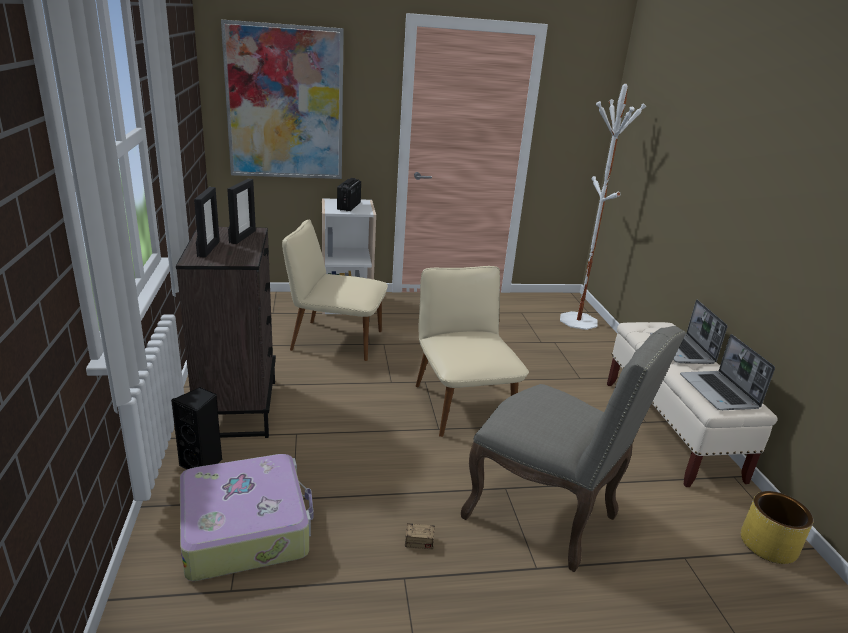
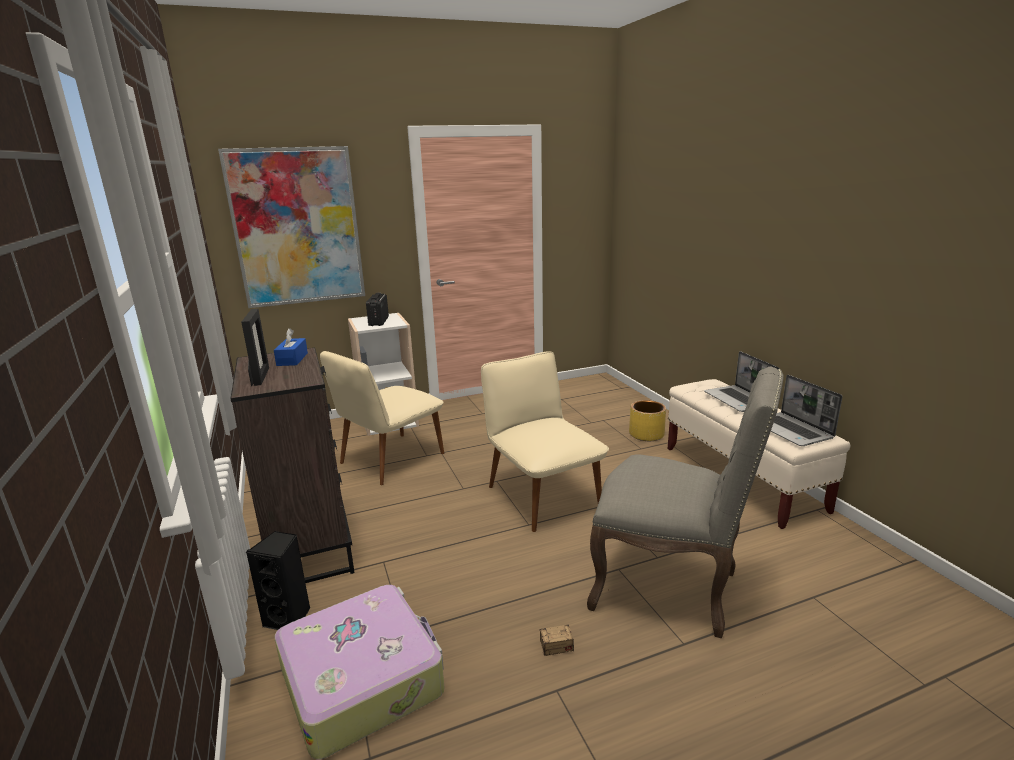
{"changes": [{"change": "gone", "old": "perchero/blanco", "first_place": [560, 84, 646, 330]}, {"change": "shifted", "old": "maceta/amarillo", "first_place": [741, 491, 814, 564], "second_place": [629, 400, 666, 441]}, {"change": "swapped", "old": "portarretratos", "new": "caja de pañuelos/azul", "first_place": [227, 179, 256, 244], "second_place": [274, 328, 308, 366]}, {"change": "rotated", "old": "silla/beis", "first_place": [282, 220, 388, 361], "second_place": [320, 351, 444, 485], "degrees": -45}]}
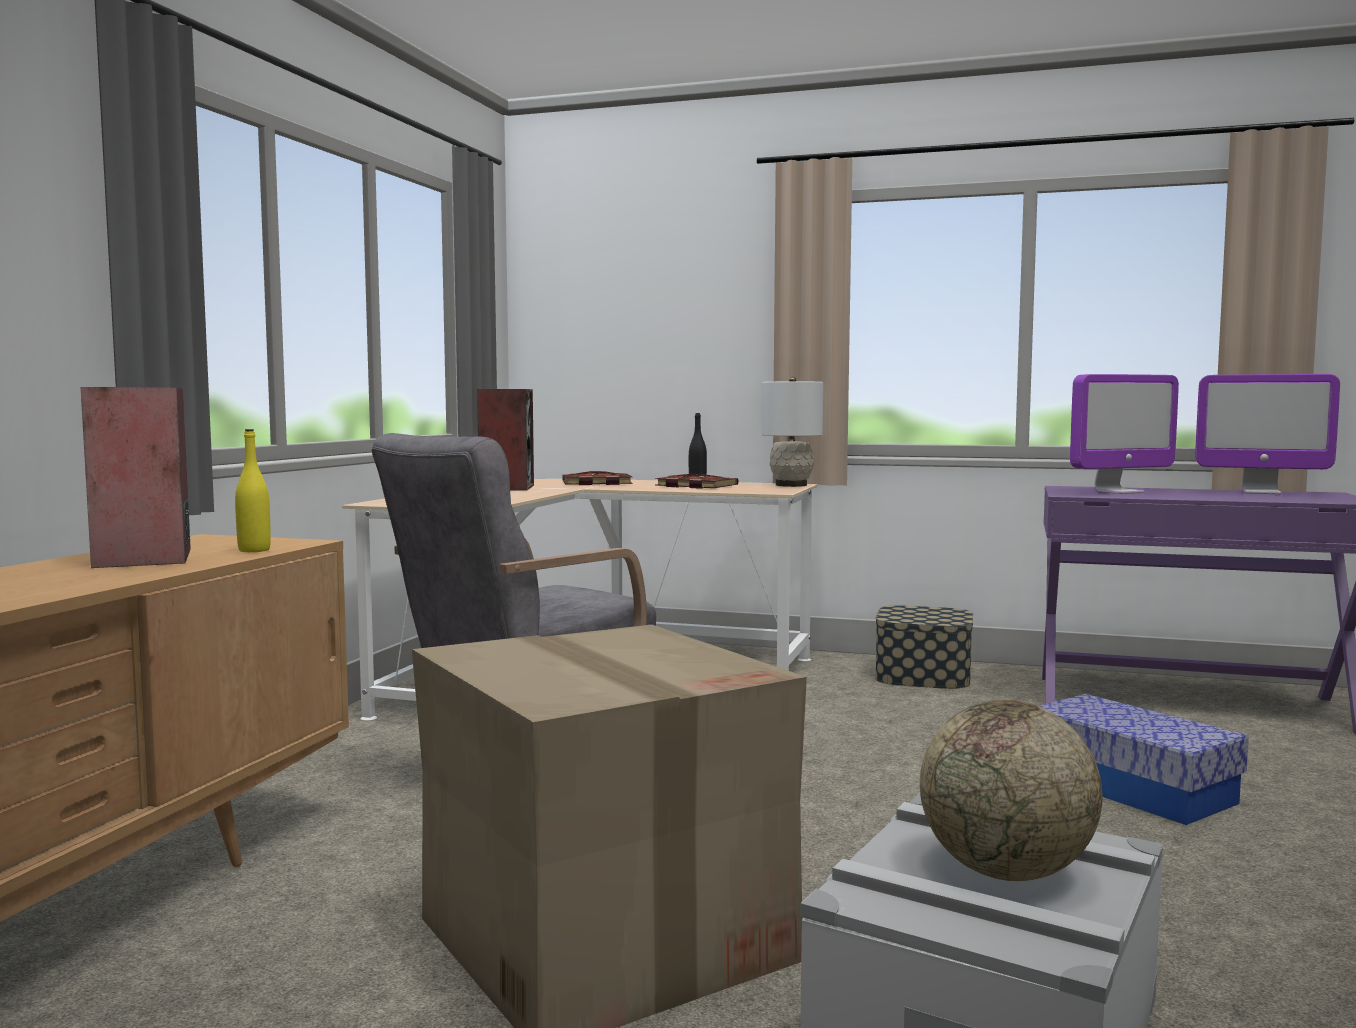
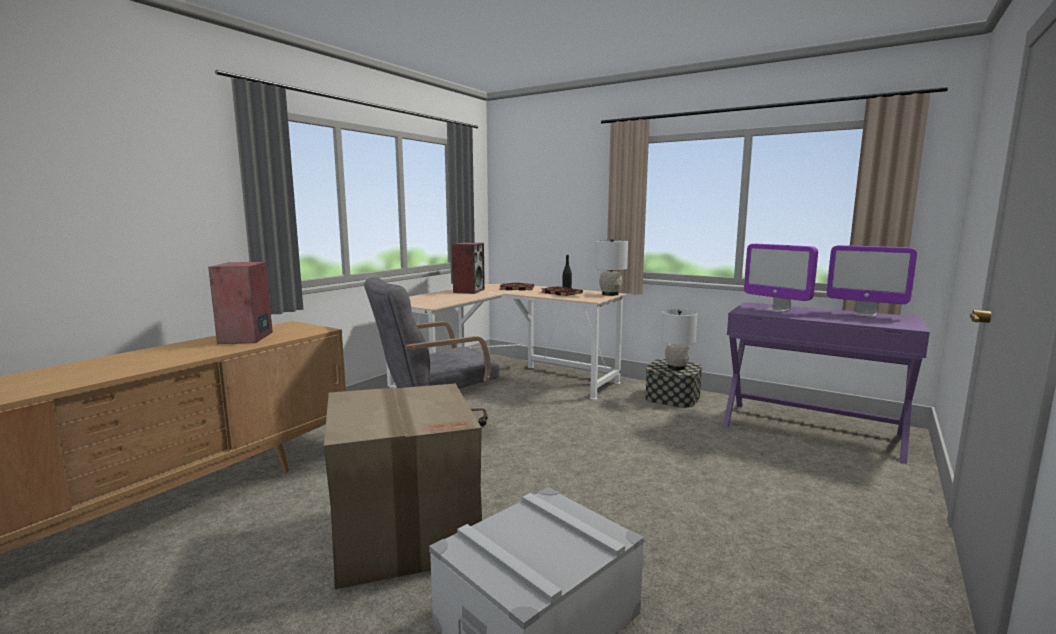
{"changes": [{"change": "gone", "old": "botella/amarillo", "first_place": [235, 429, 271, 552]}, {"change": "gone", "old": "globo terráqueo", "first_place": [920, 700, 1103, 881]}, {"change": "gone", "old": "caja de almacenaje", "first_place": [1039, 694, 1249, 825]}, {"change": "new", "new": "lámpara de mesa/blanco", "second_place": [661, 309, 697, 370]}, {"change": "rotated", "old": "monitor", "first_place": [1070, 374, 1179, 494], "second_place": [744, 244, 818, 313], "degrees": 60}]}
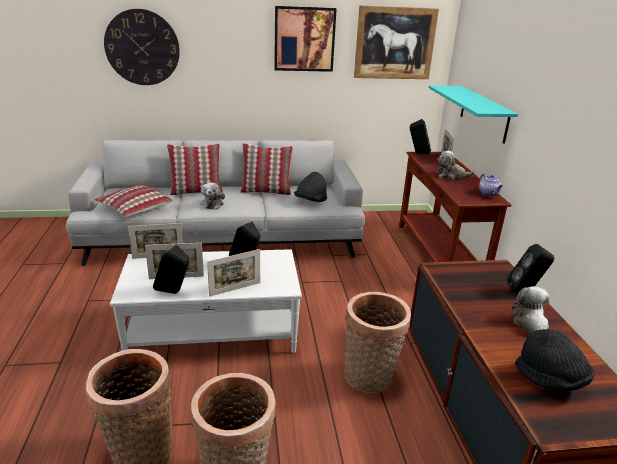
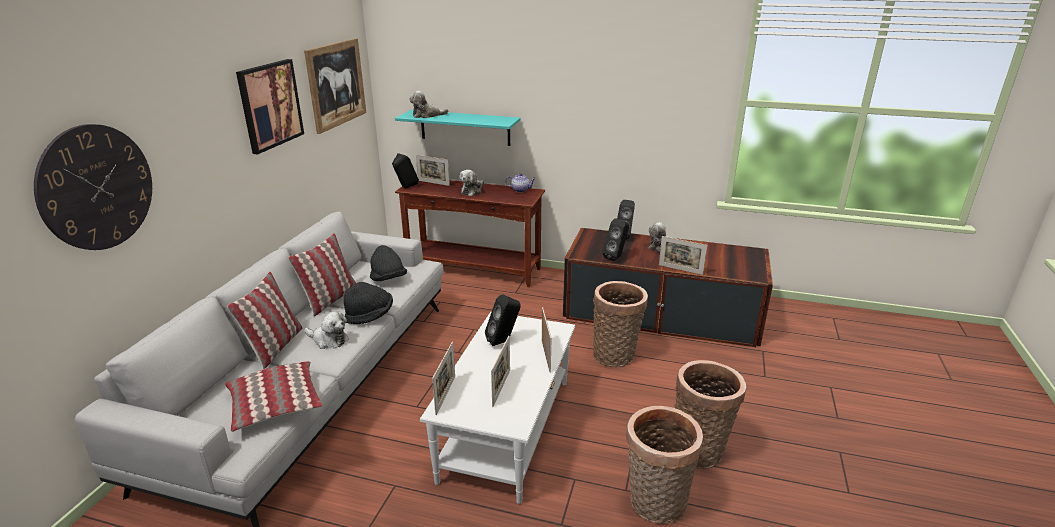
{"changes": [{"change": "new", "new": "peluche", "second_place": [409, 91, 448, 118]}, {"change": "new", "new": "portarretratos", "second_place": [659, 236, 707, 275]}, {"change": "shifted", "old": "altavoz/negro", "first_place": [153, 245, 189, 294], "second_place": [602, 218, 629, 261]}, {"change": "shifted", "old": "sombrero/negro", "first_place": [515, 329, 594, 391], "second_place": [344, 282, 393, 324]}]}
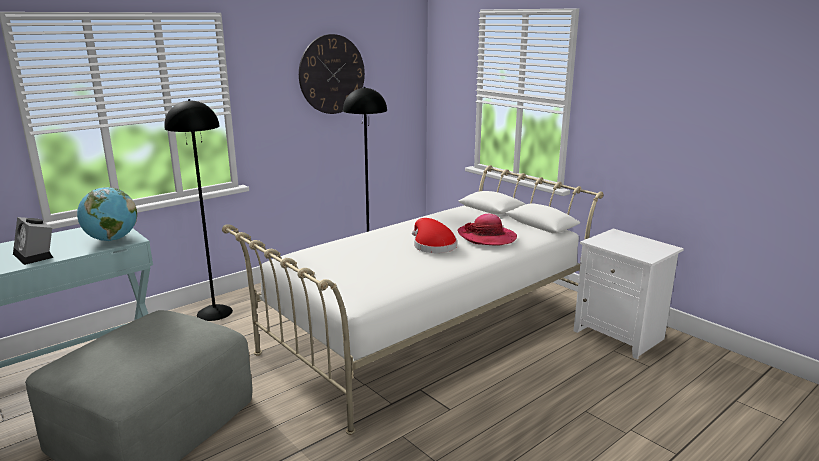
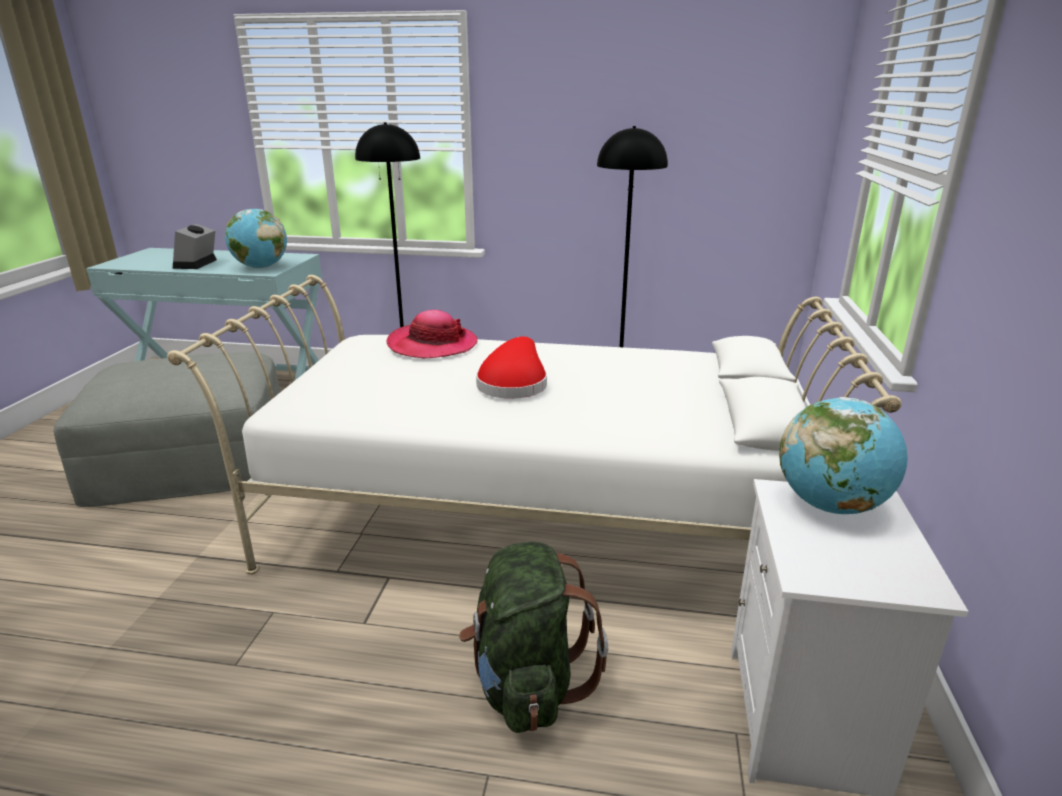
{"changes": [{"change": "gone", "old": "reloj de pared", "first_place": [299, 34, 365, 114]}, {"change": "new", "new": "mochila/verde", "second_place": [459, 542, 608, 733]}, {"change": "new", "new": "globo terráqueo", "second_place": [779, 397, 908, 514]}, {"change": "shifted", "old": "sombrero", "first_place": [457, 214, 517, 245], "second_place": [386, 310, 478, 358]}]}
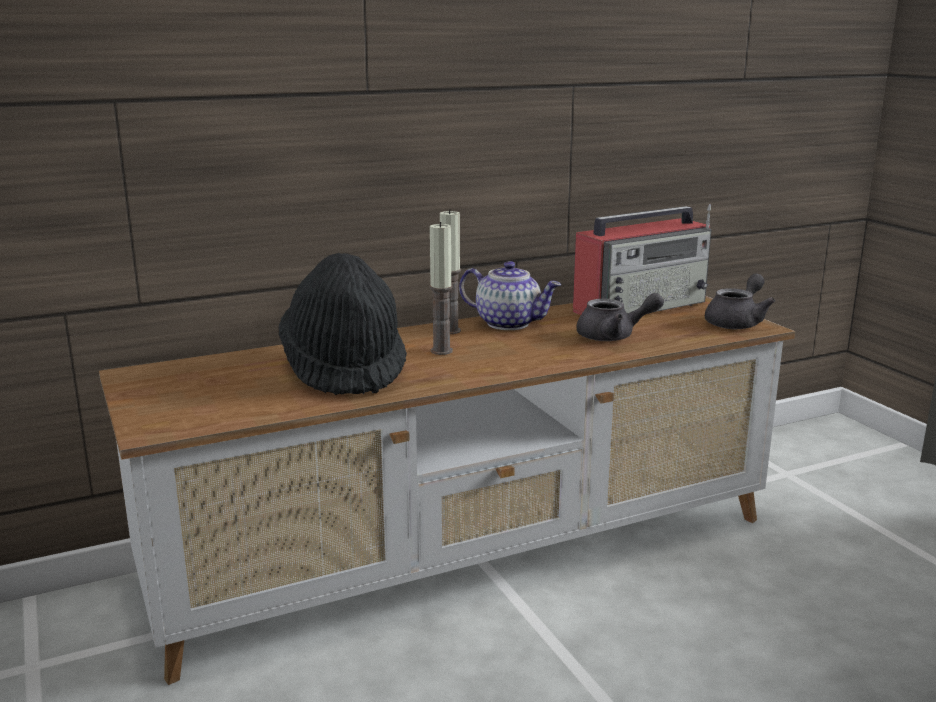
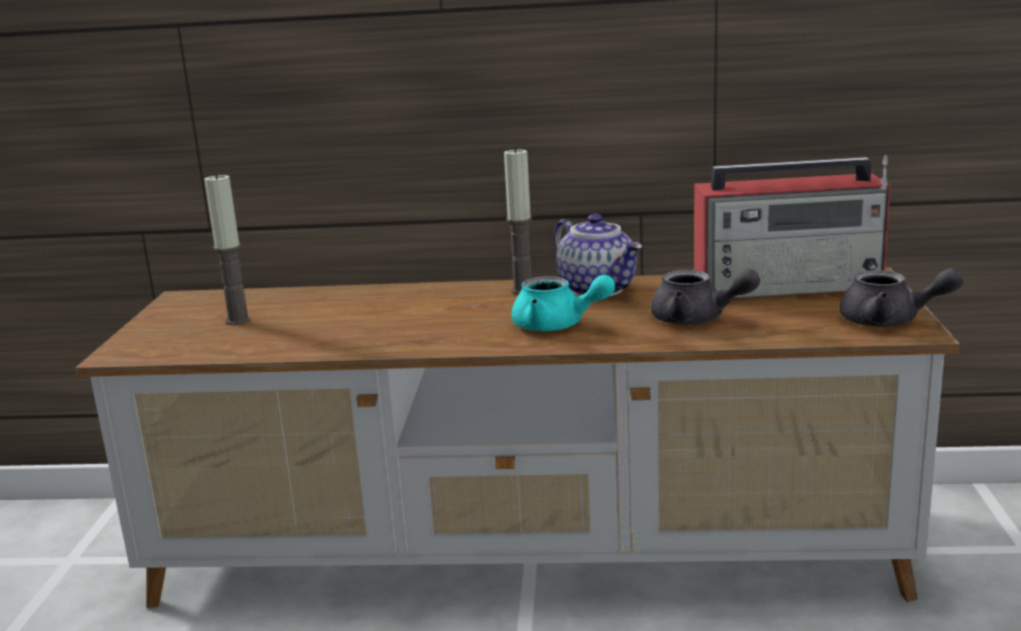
{"changes": [{"change": "gone", "old": "sombrero/negro", "first_place": [278, 253, 407, 395]}, {"change": "new", "new": "tetera/turquesa", "second_place": [512, 275, 615, 331]}, {"change": "shifted", "old": "vela", "first_place": [429, 222, 453, 355], "second_place": [204, 173, 251, 325]}, {"change": "rotated", "old": "tetera/gris", "first_place": [705, 273, 775, 329], "second_place": [839, 268, 963, 327], "degrees": 45}]}
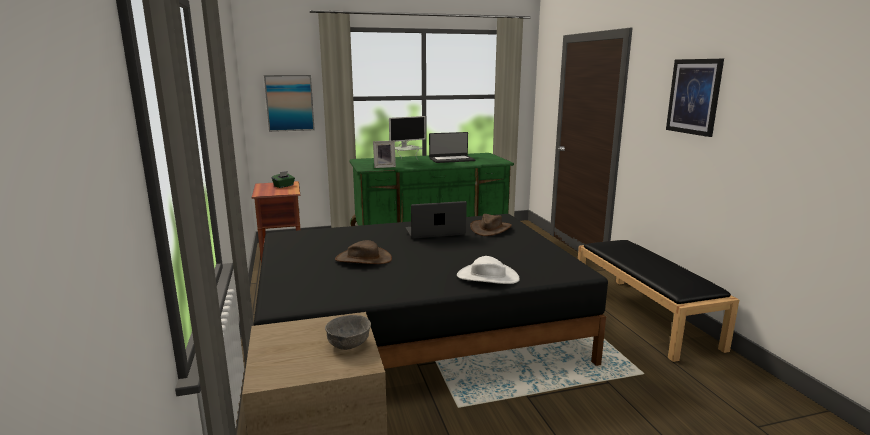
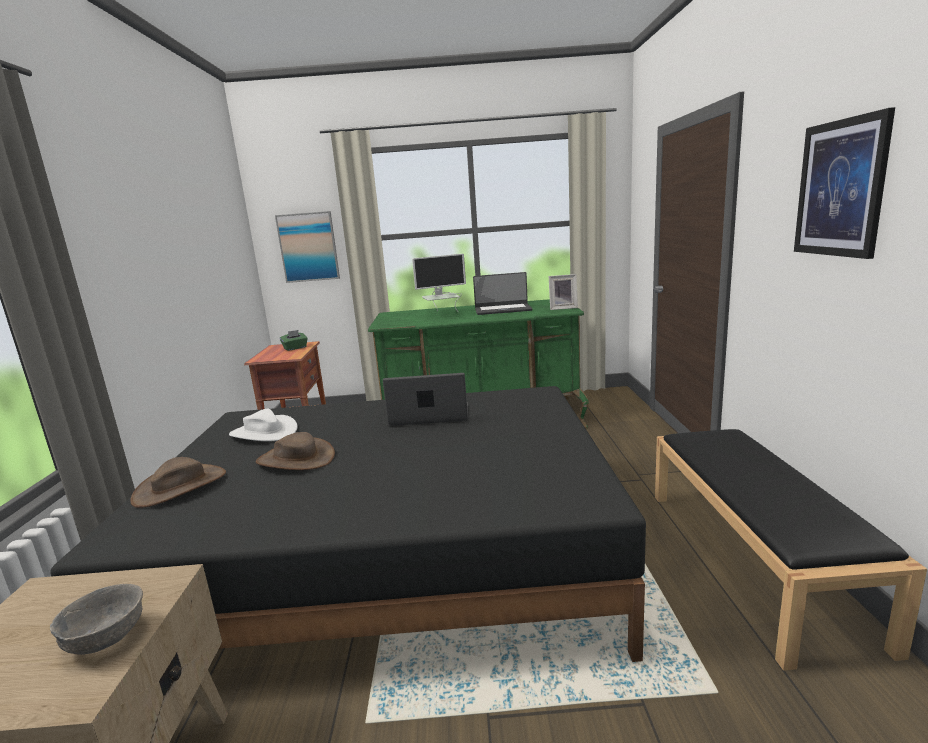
{"changes": [{"change": "shifted", "old": "portarretratos", "first_place": [373, 141, 396, 168], "second_place": [549, 274, 578, 310]}, {"change": "shifted", "old": "sombrero/blanco", "first_place": [457, 256, 520, 284], "second_place": [229, 408, 298, 441]}, {"change": "shifted", "old": "sombrero/marrón", "first_place": [470, 214, 512, 236], "second_place": [130, 457, 226, 508]}]}
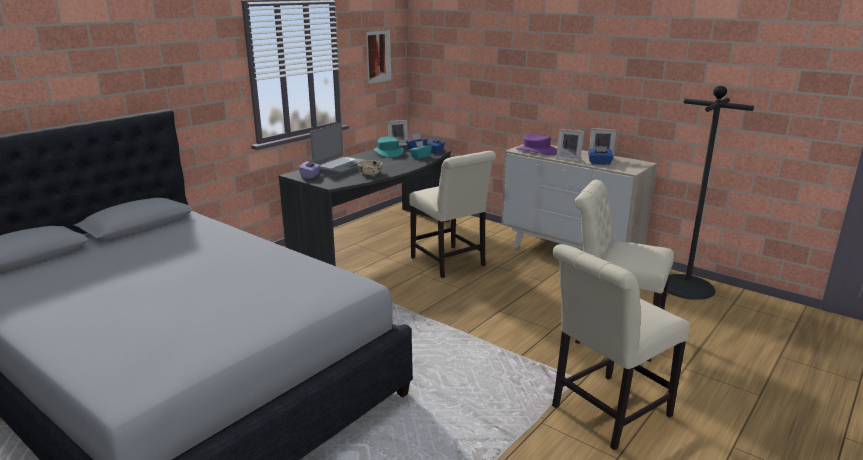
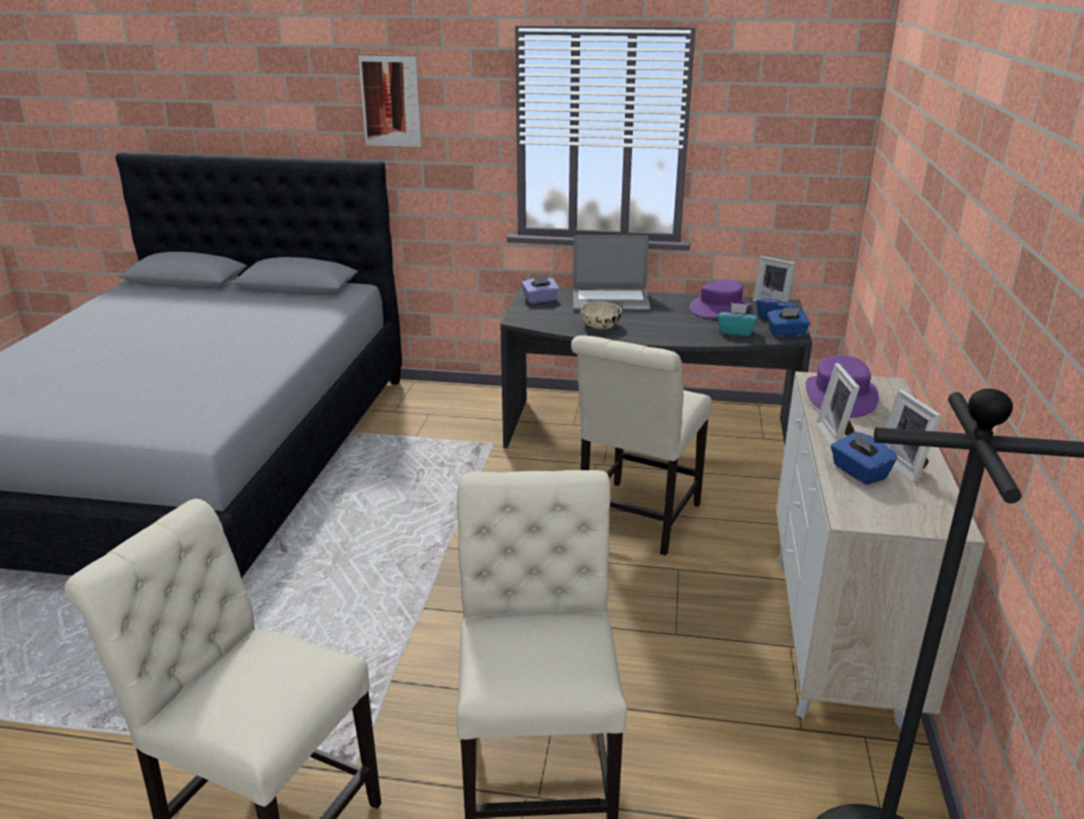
{"changes": [{"change": "shifted", "old": "cuadro", "first_place": [366, 29, 392, 85], "second_place": [358, 53, 421, 149]}, {"change": "repainted", "old": "sombrero/turquesa", "new": "sombrero/morado", "first_place": [374, 137, 404, 157], "second_place": [690, 280, 752, 318]}]}
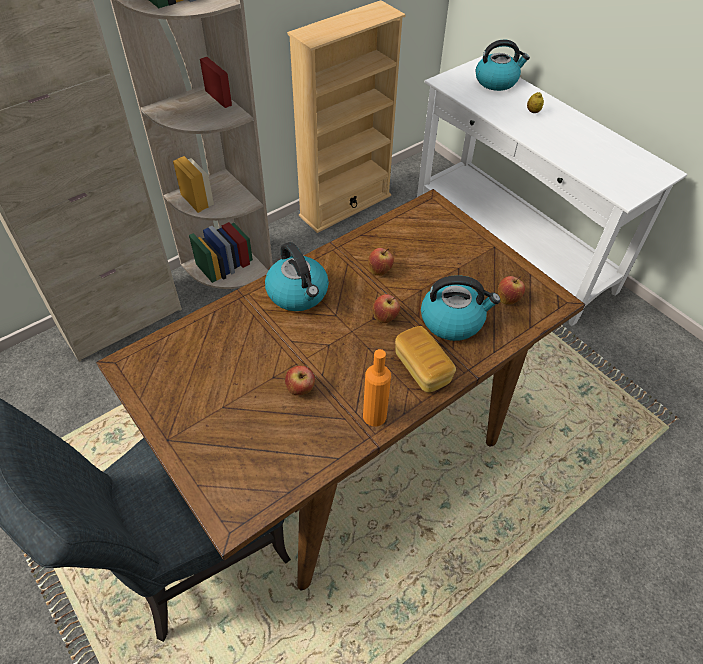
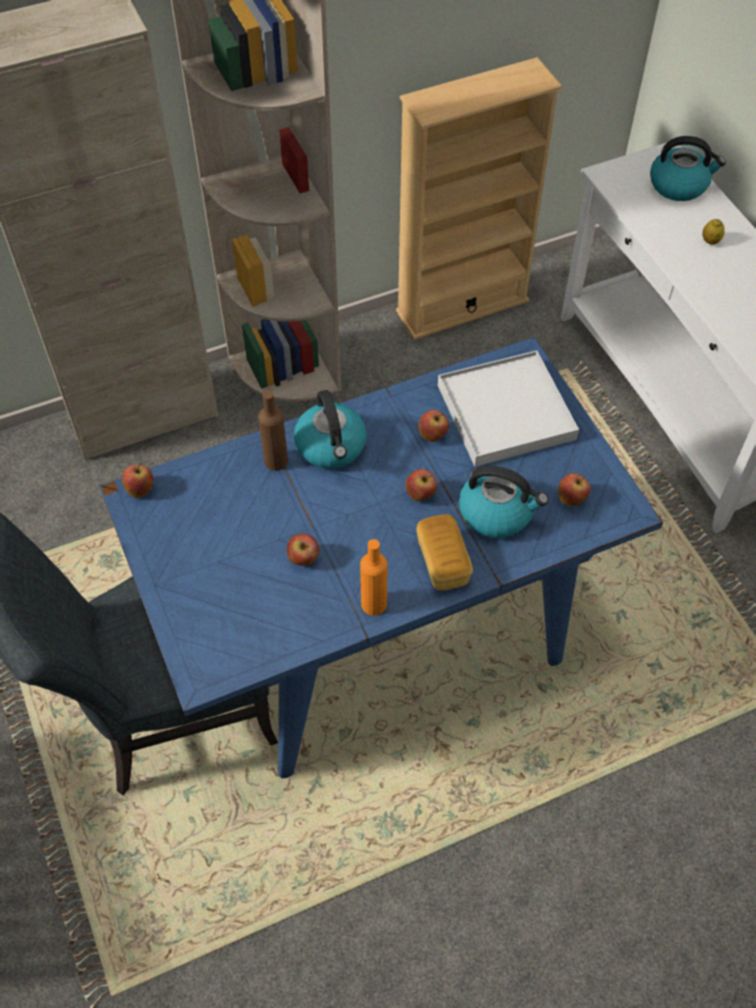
{"changes": [{"change": "new", "new": "manzana", "second_place": [122, 463, 153, 498]}, {"change": "new", "new": "botella/marrón", "second_place": [258, 390, 288, 471]}, {"change": "new", "new": "bandeja/blanco", "second_place": [438, 351, 579, 467]}, {"change": "repainted", "old": "mesa de comedor/marrón", "new": "mesa de comedor/azul", "first_place": [96, 189, 586, 591], "second_place": [99, 337, 663, 778]}]}
